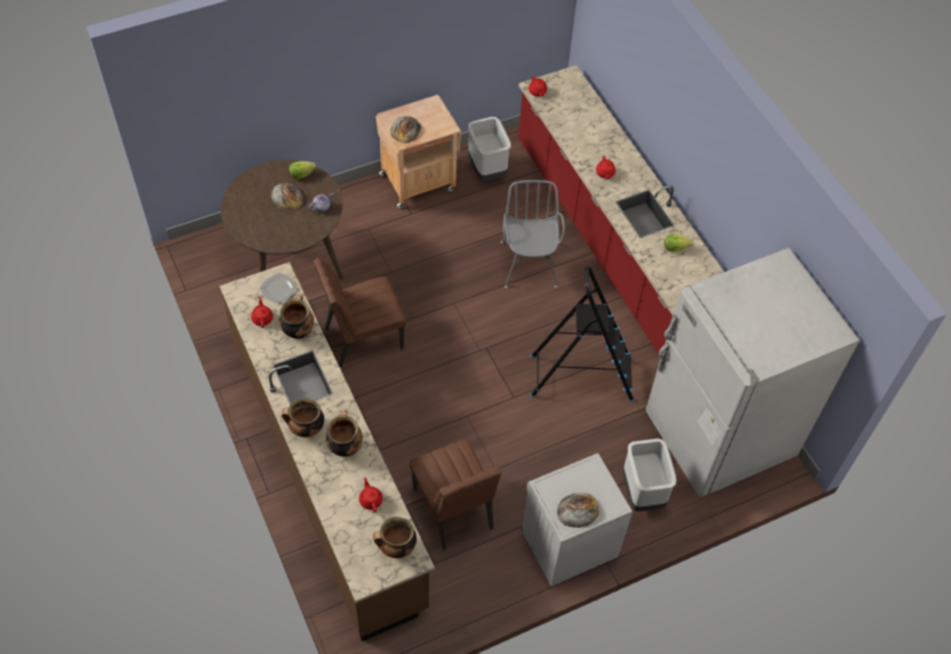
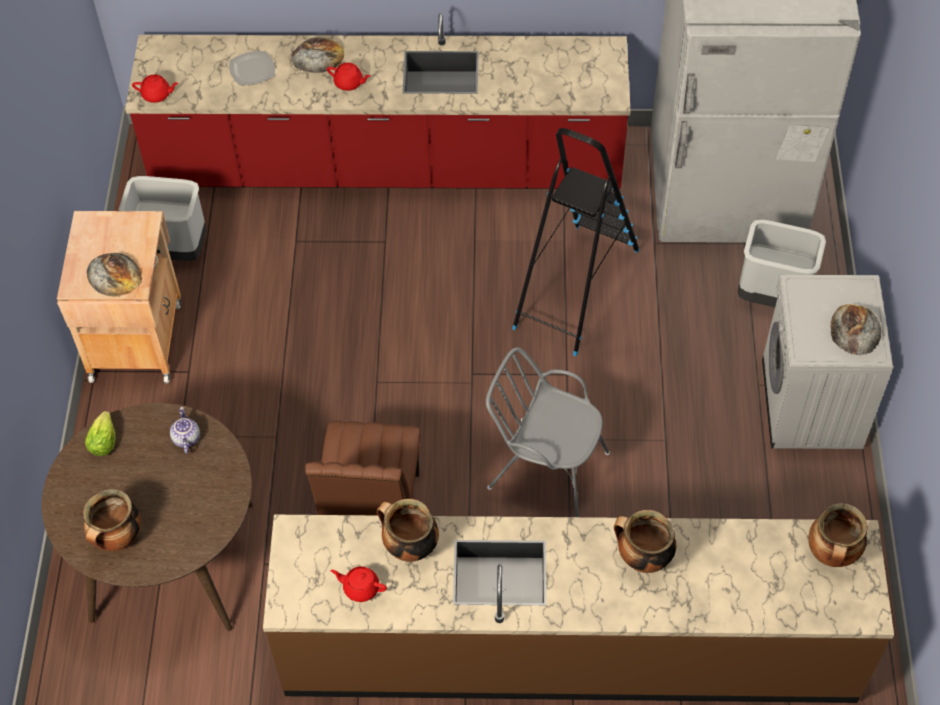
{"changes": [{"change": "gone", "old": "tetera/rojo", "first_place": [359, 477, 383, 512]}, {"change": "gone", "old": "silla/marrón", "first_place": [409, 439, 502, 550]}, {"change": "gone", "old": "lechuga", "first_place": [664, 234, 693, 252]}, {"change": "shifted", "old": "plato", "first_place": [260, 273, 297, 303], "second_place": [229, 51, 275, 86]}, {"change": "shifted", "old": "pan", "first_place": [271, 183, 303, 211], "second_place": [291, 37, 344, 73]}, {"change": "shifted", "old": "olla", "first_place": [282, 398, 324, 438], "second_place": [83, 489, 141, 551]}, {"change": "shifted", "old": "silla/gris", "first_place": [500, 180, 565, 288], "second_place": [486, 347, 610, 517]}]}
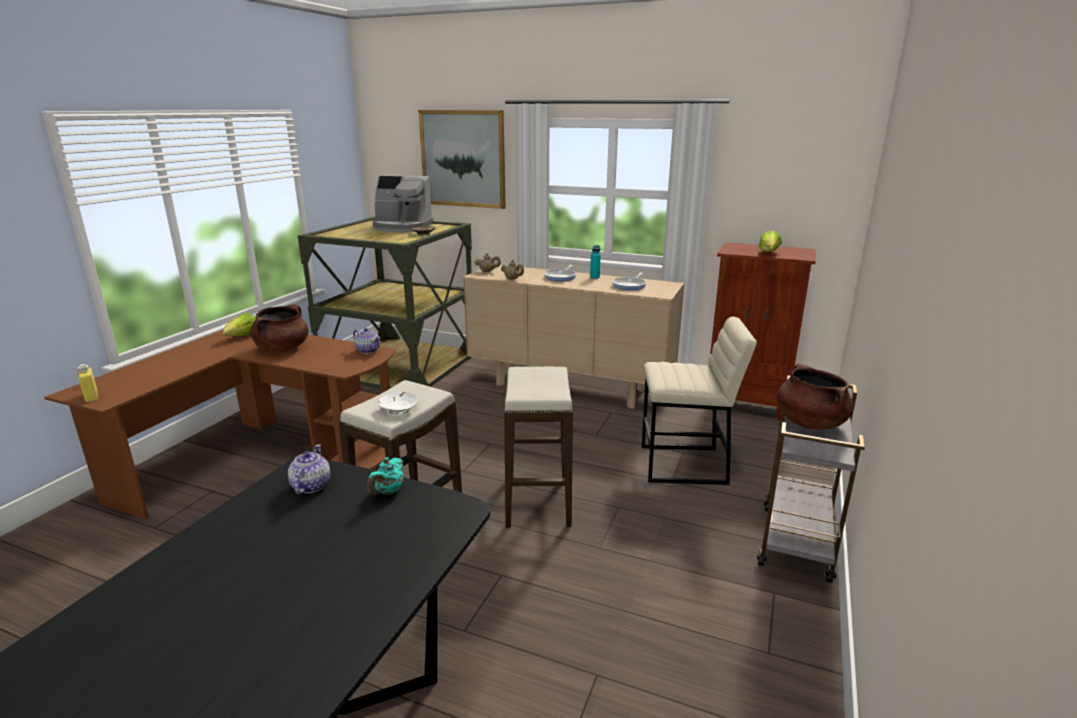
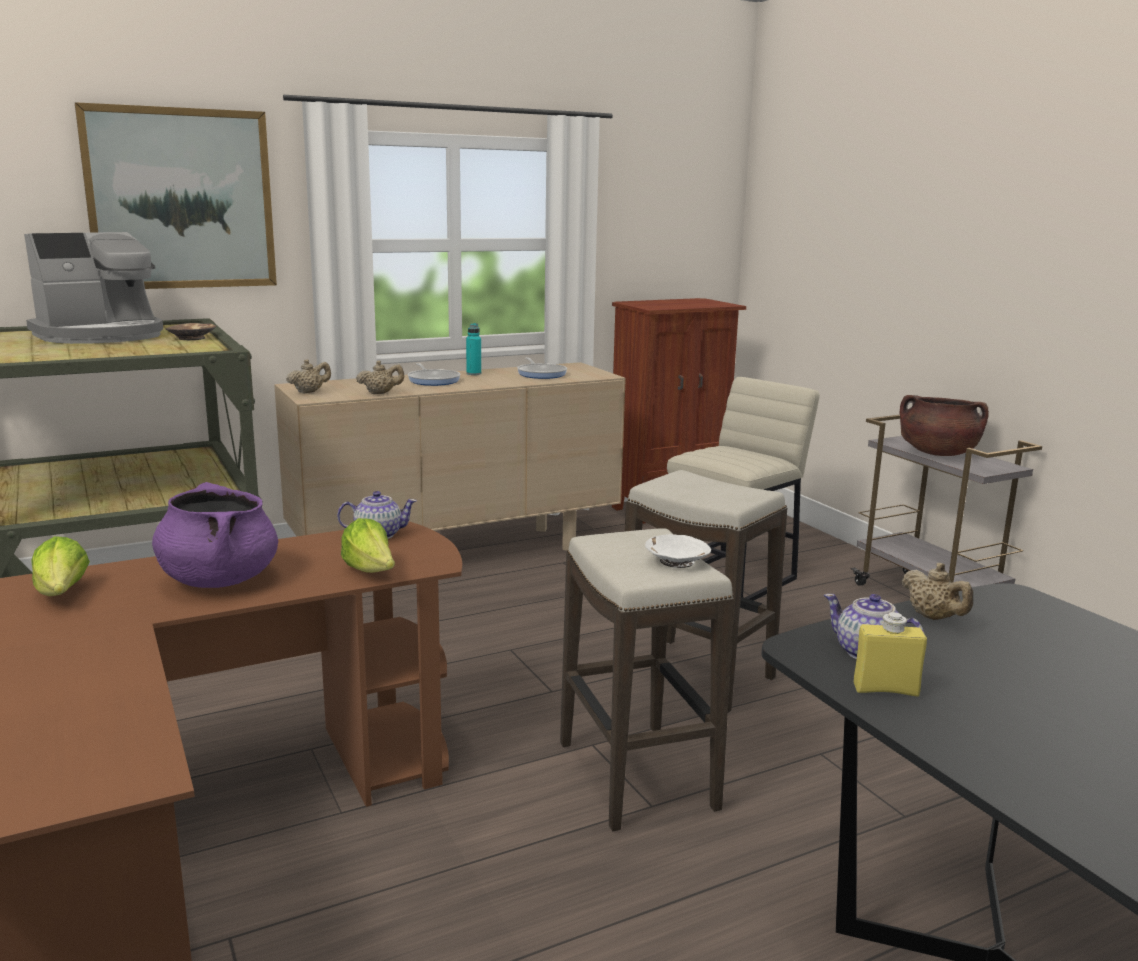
{"changes": [{"change": "shifted", "old": "botella/amarillo", "first_place": [77, 364, 98, 402], "second_place": [854, 612, 927, 697]}, {"change": "shifted", "old": "lechuga", "first_place": [759, 230, 782, 252], "second_place": [341, 518, 395, 573]}, {"change": "repainted", "old": "olla/marrón", "new": "olla/morado", "first_place": [250, 304, 309, 352], "second_place": [152, 482, 278, 588]}, {"change": "repainted", "old": "tetera/turquesa", "new": "tetera/beis", "first_place": [367, 457, 404, 495], "second_place": [901, 563, 973, 620]}]}
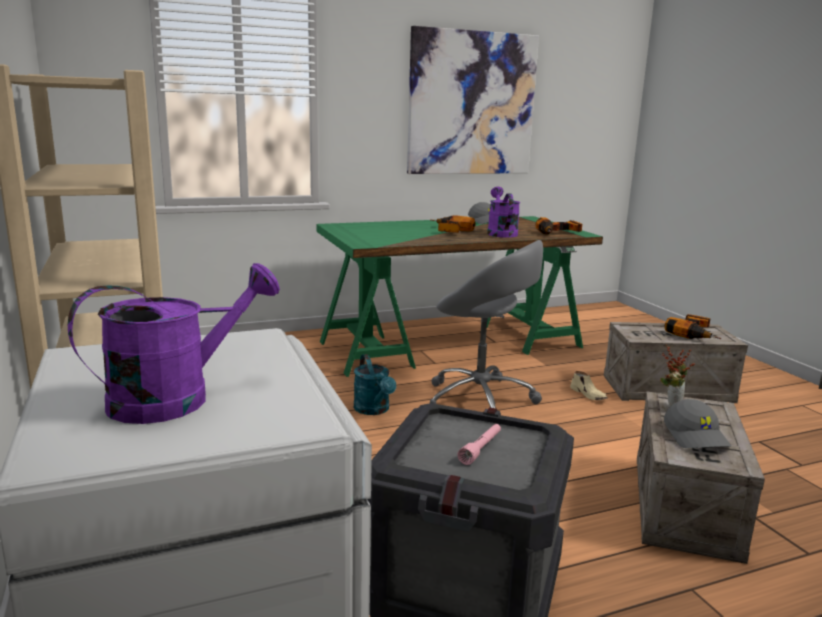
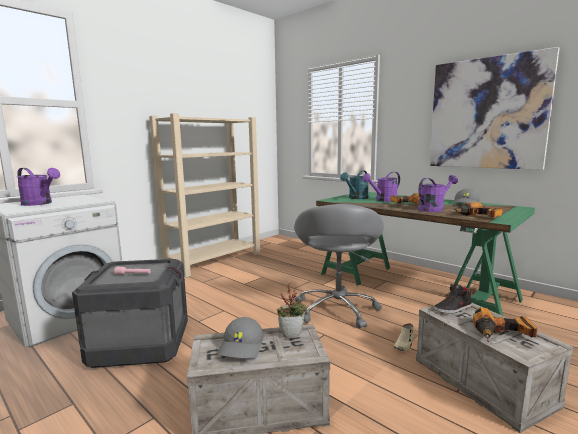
{"changes": [{"change": "new", "new": "regadera/morado", "second_place": [362, 172, 400, 202]}, {"change": "new", "new": "zapato/negro", "second_place": [434, 284, 472, 314]}, {"change": "shifted", "old": "regadera/turquesa", "first_place": [354, 354, 396, 415], "second_place": [340, 171, 369, 199]}, {"change": "rotated", "old": "gorra/gris", "first_place": [664, 399, 731, 448], "second_place": [217, 317, 264, 359], "degrees": -45}]}
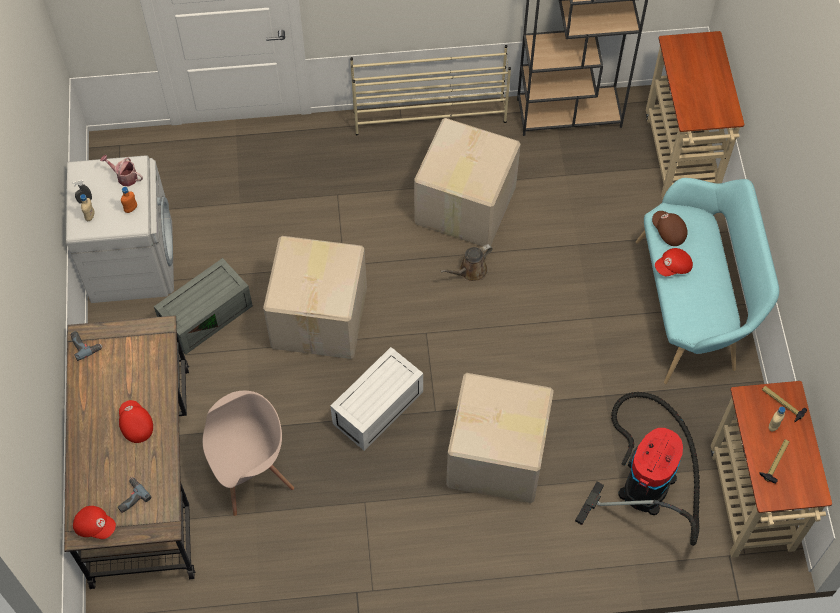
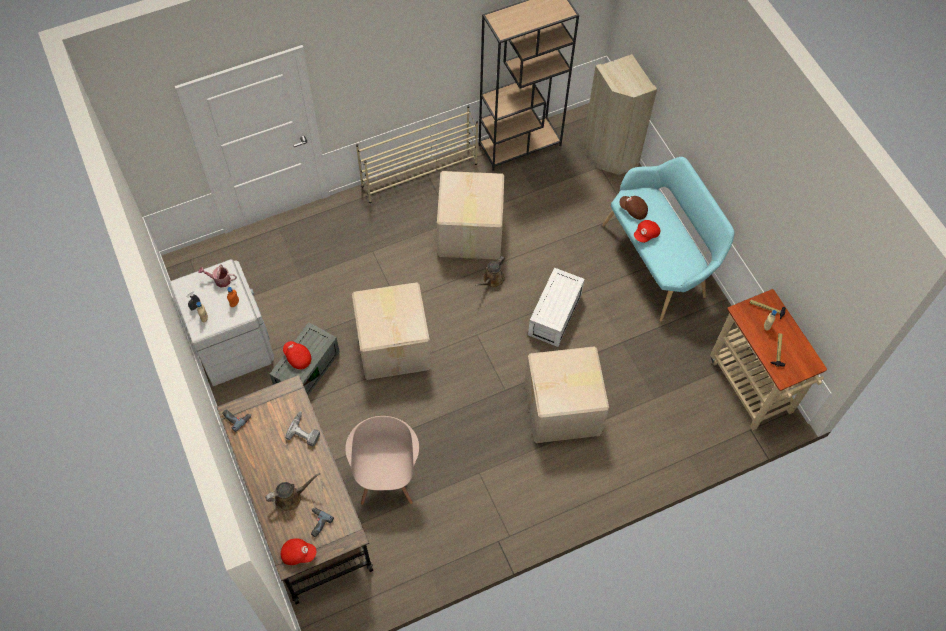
{"changes": [{"change": "gone", "old": "aspiradora", "first_place": [575, 392, 700, 546]}, {"change": "new", "new": "regadera/marrón", "second_place": [265, 473, 320, 511]}, {"change": "new", "new": "taladro", "second_place": [285, 412, 320, 447]}, {"change": "shifted", "old": "gorra/rojo", "first_place": [119, 400, 153, 443], "second_place": [283, 341, 311, 370]}, {"change": "shifted", "old": "caja de almacenaje/blanco", "first_place": [330, 347, 423, 451], "second_place": [528, 268, 585, 347]}, {"change": "swapped", "old": "carrito/beis", "new": "armario/beis", "first_place": [646, 31, 745, 199], "second_place": [582, 54, 657, 175]}, {"change": "rotated", "old": "silla/beis", "first_place": [203, 391, 294, 516], "second_place": [345, 416, 419, 505], "degrees": -45}]}
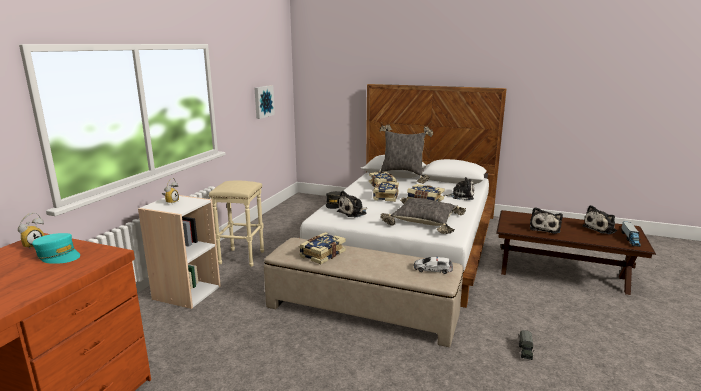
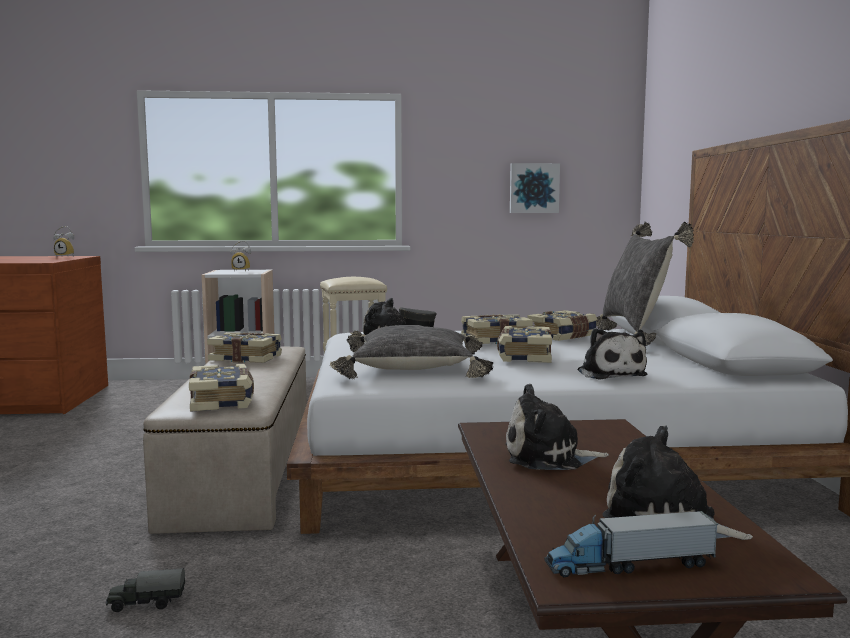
{"changes": [{"change": "gone", "old": "gorra/turquesa", "first_place": [32, 233, 80, 264]}, {"change": "swapped", "old": "coche de juguete", "new": "libro", "first_place": [414, 257, 453, 274], "second_place": [189, 364, 254, 412]}]}
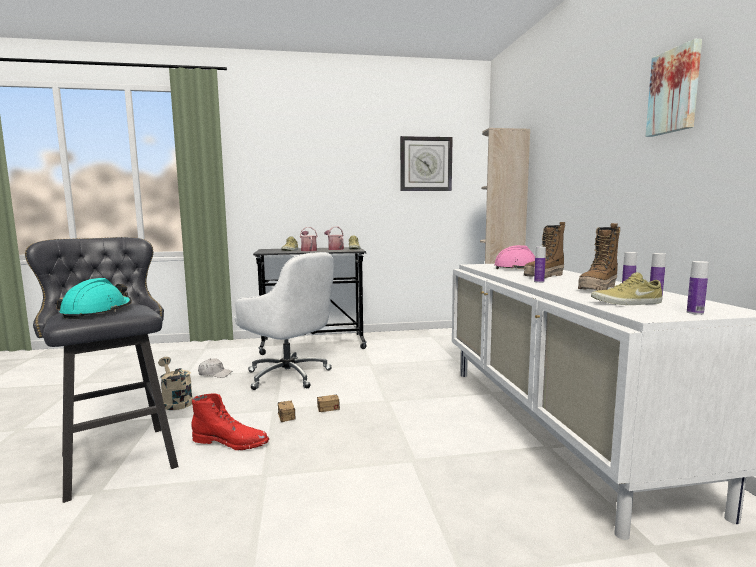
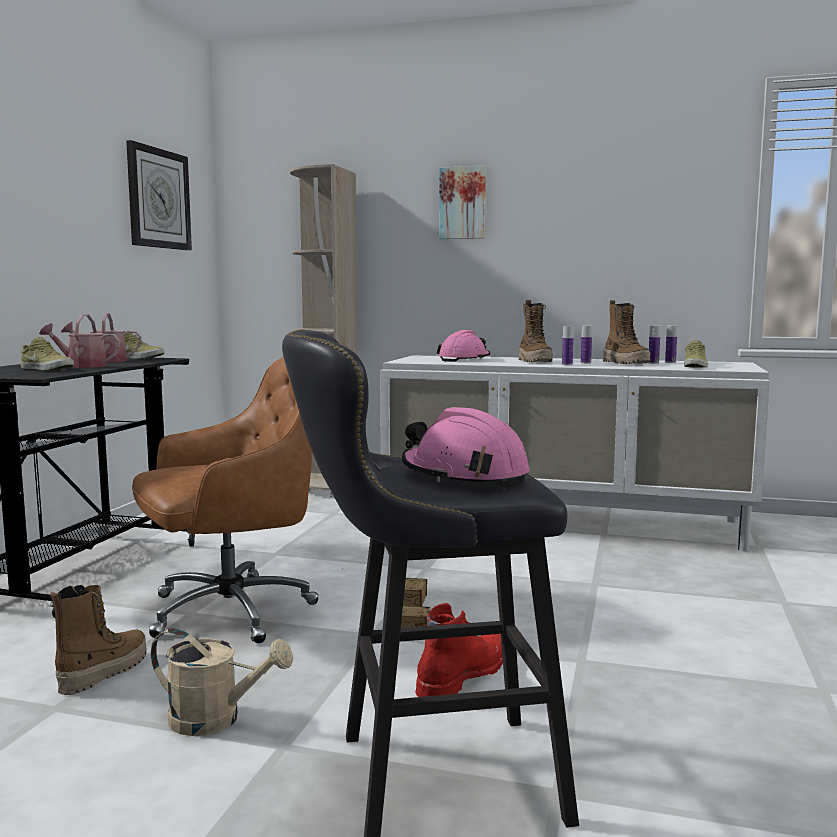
{"changes": [{"change": "shifted", "old": "cuadro", "first_place": [646, 39, 702, 137], "second_place": [439, 165, 486, 239]}, {"change": "shifted", "old": "botella", "first_place": [687, 261, 709, 315], "second_place": [581, 325, 592, 364]}, {"change": "swapped", "old": "gorra/blanco", "new": "bota", "first_place": [198, 358, 233, 378], "second_place": [50, 585, 147, 695]}, {"change": "repainted", "old": "casco/turquesa", "new": "casco/rosa", "first_place": [57, 278, 132, 319], "second_place": [402, 407, 530, 488]}, {"change": "repainted", "old": "silla de oficina/blanco", "new": "silla de oficina/marrón", "first_place": [234, 252, 334, 390], "second_place": [132, 357, 318, 643]}, {"change": "rotated", "old": "regadera/beis", "first_place": [158, 357, 193, 410], "second_place": [151, 628, 293, 736], "degrees": -150}]}
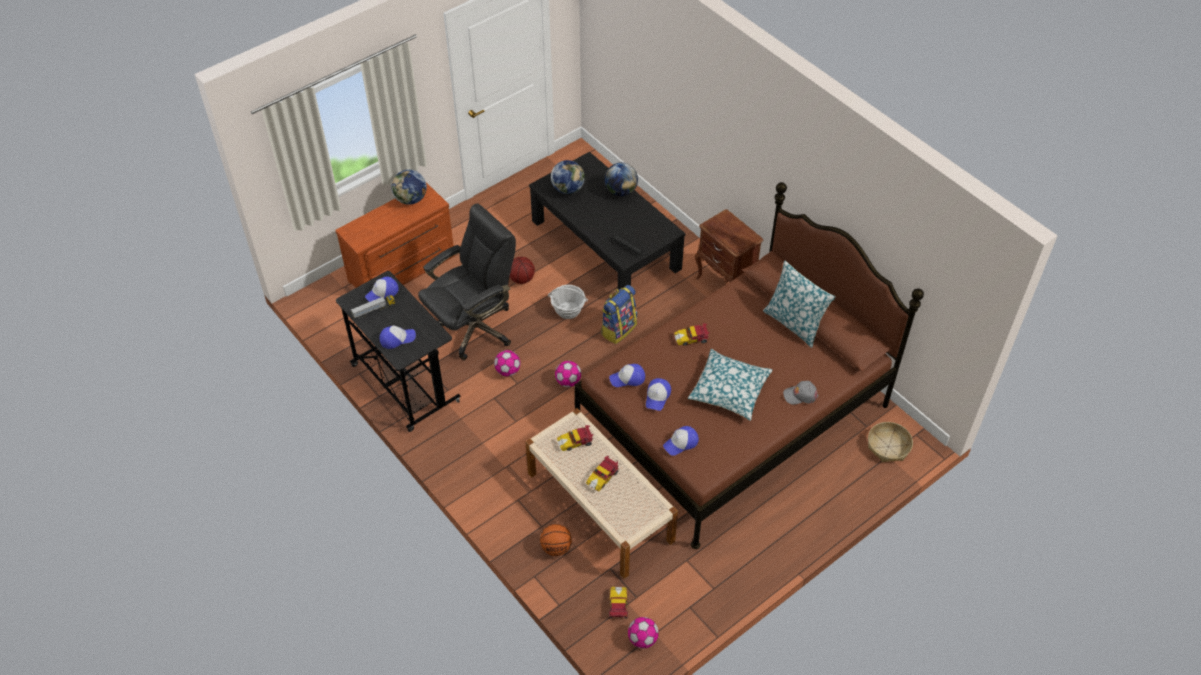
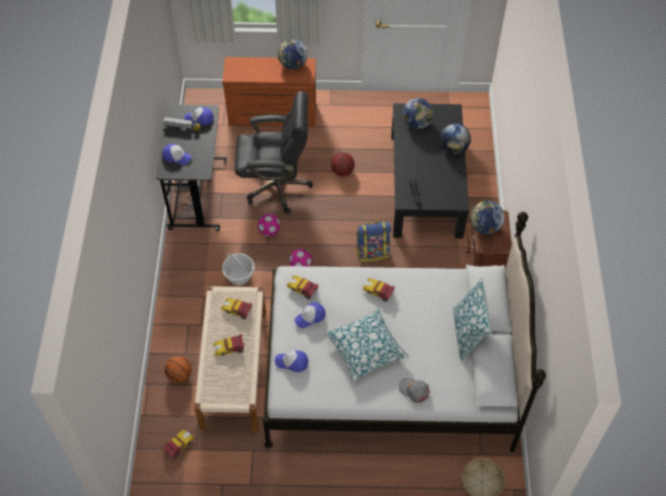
{"changes": [{"change": "gone", "old": "balón de fútbol", "first_place": [628, 617, 659, 648]}, {"change": "new", "new": "globo terráqueo", "second_place": [470, 201, 505, 234]}, {"change": "shifted", "old": "cesta", "first_place": [548, 285, 588, 319], "second_place": [222, 253, 255, 285]}, {"change": "swapped", "old": "gorra", "new": "coche de juguete", "first_place": [609, 364, 645, 387], "second_place": [287, 275, 318, 300]}, {"change": "repainted", "old": "cama/marrón", "new": "cama/blanco", "first_place": [574, 182, 924, 549], "second_place": [263, 212, 546, 452]}]}
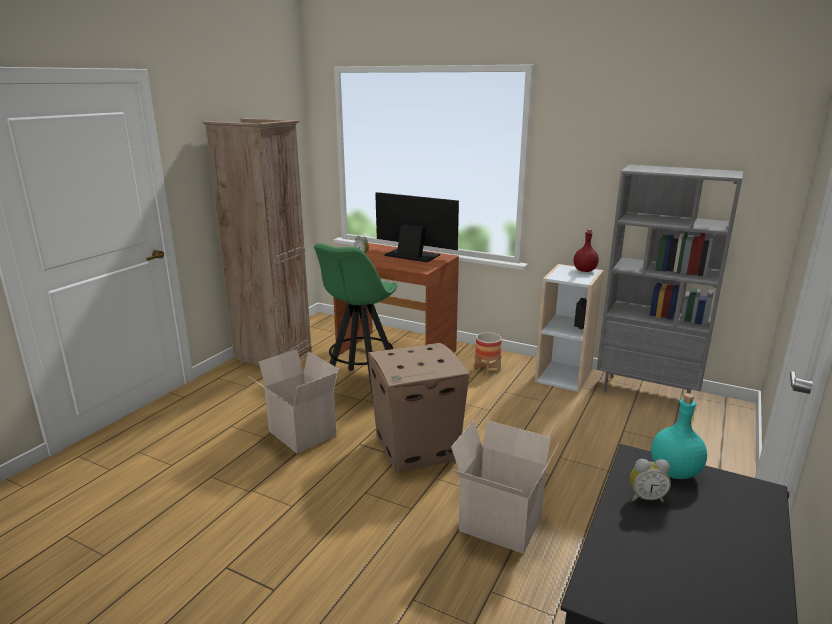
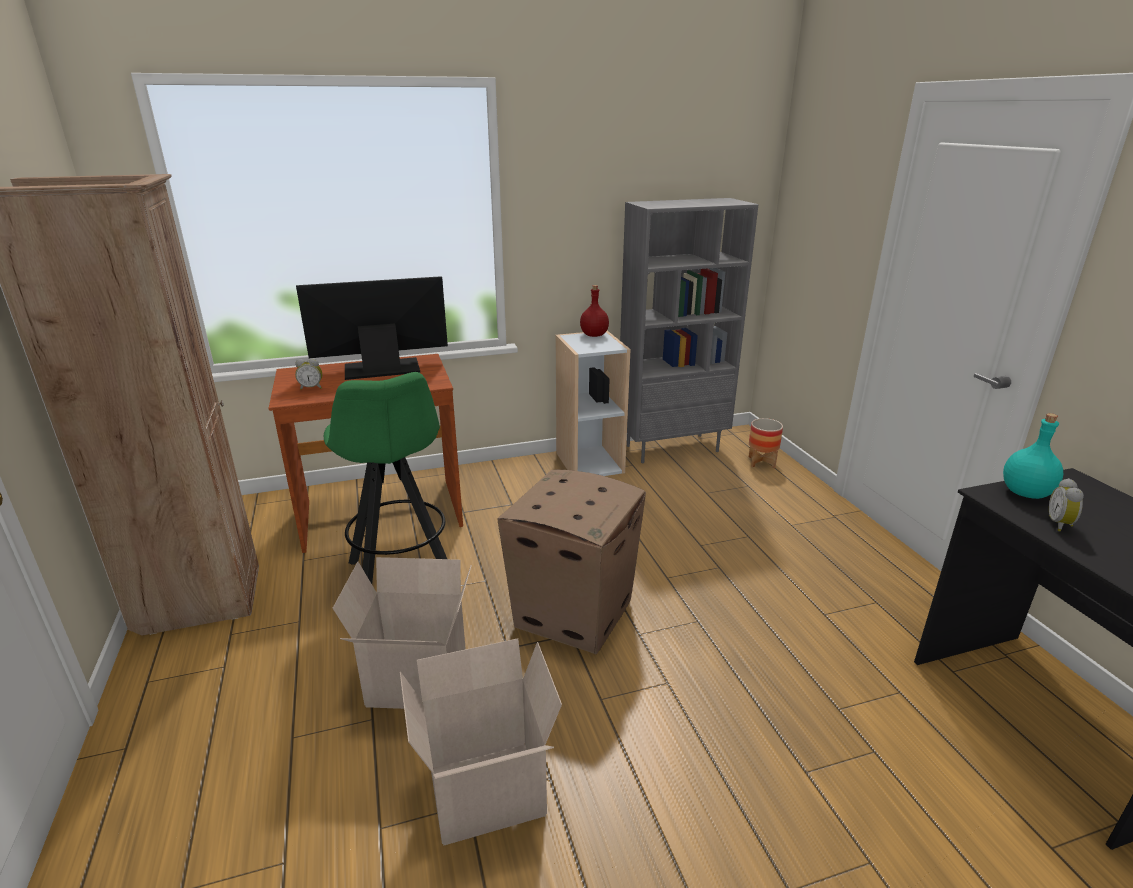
{"changes": [{"change": "shifted", "old": "caja de cartón", "first_place": [451, 420, 559, 554], "second_place": [400, 638, 562, 846]}, {"change": "shifted", "old": "maceta", "first_place": [474, 332, 502, 375], "second_place": [749, 418, 783, 469]}, {"change": "rotated", "old": "despertador", "first_place": [630, 459, 671, 502], "second_place": [1049, 478, 1084, 532], "degrees": 150}]}
